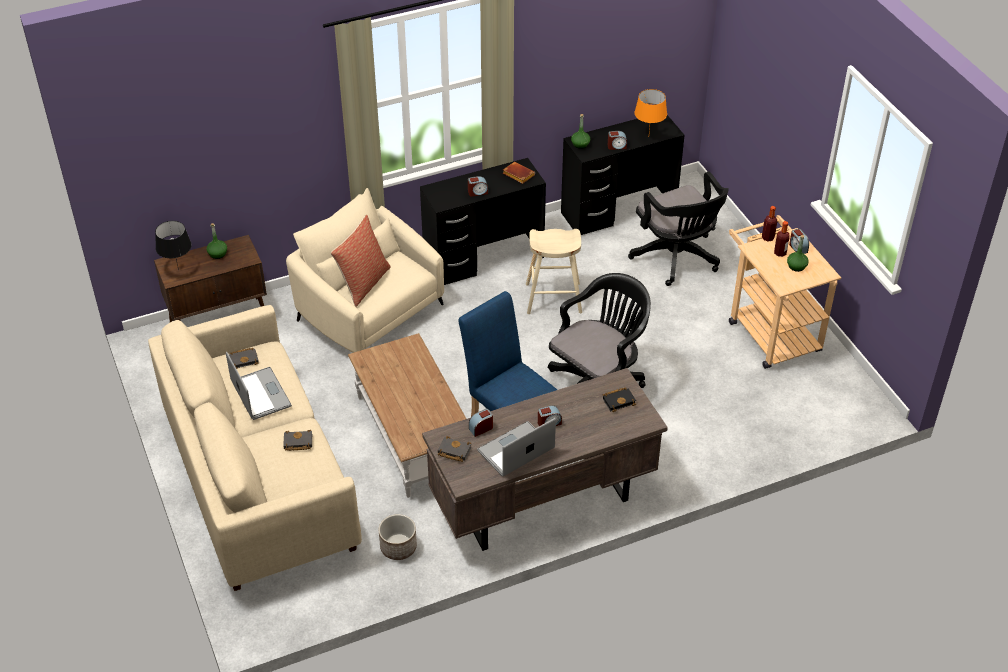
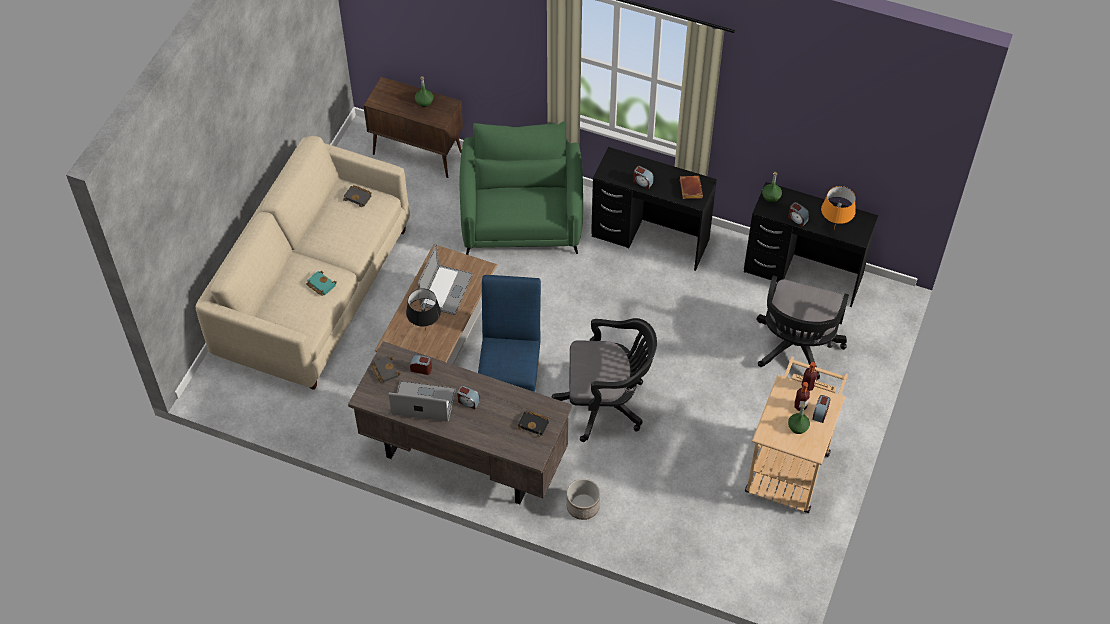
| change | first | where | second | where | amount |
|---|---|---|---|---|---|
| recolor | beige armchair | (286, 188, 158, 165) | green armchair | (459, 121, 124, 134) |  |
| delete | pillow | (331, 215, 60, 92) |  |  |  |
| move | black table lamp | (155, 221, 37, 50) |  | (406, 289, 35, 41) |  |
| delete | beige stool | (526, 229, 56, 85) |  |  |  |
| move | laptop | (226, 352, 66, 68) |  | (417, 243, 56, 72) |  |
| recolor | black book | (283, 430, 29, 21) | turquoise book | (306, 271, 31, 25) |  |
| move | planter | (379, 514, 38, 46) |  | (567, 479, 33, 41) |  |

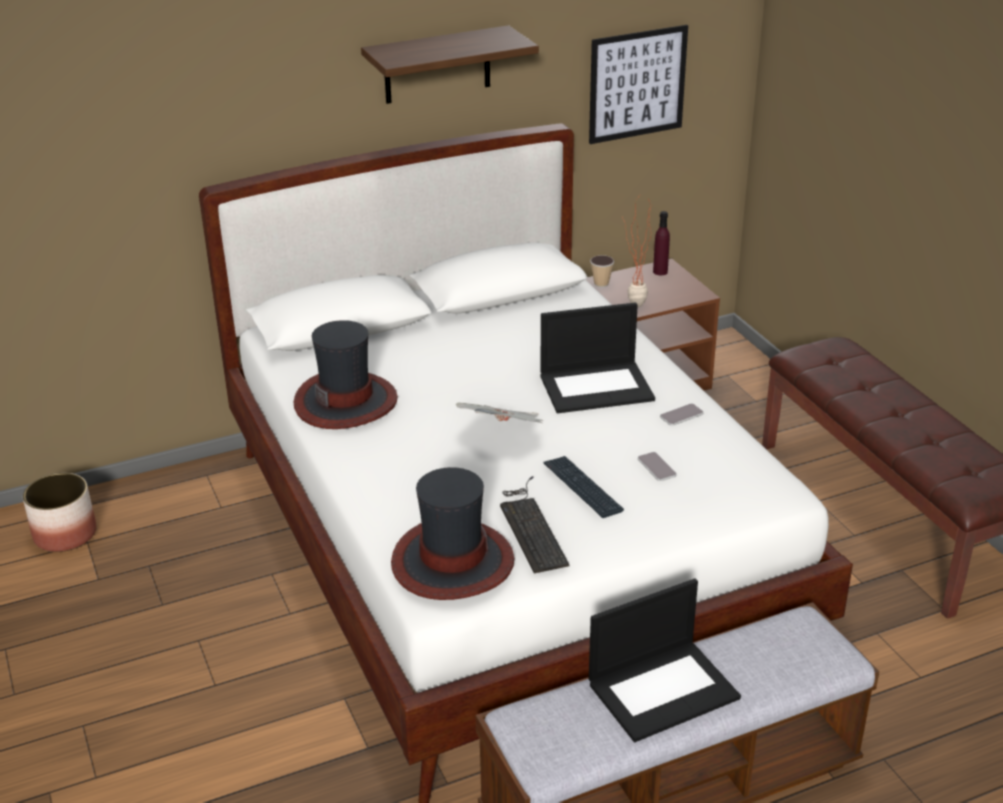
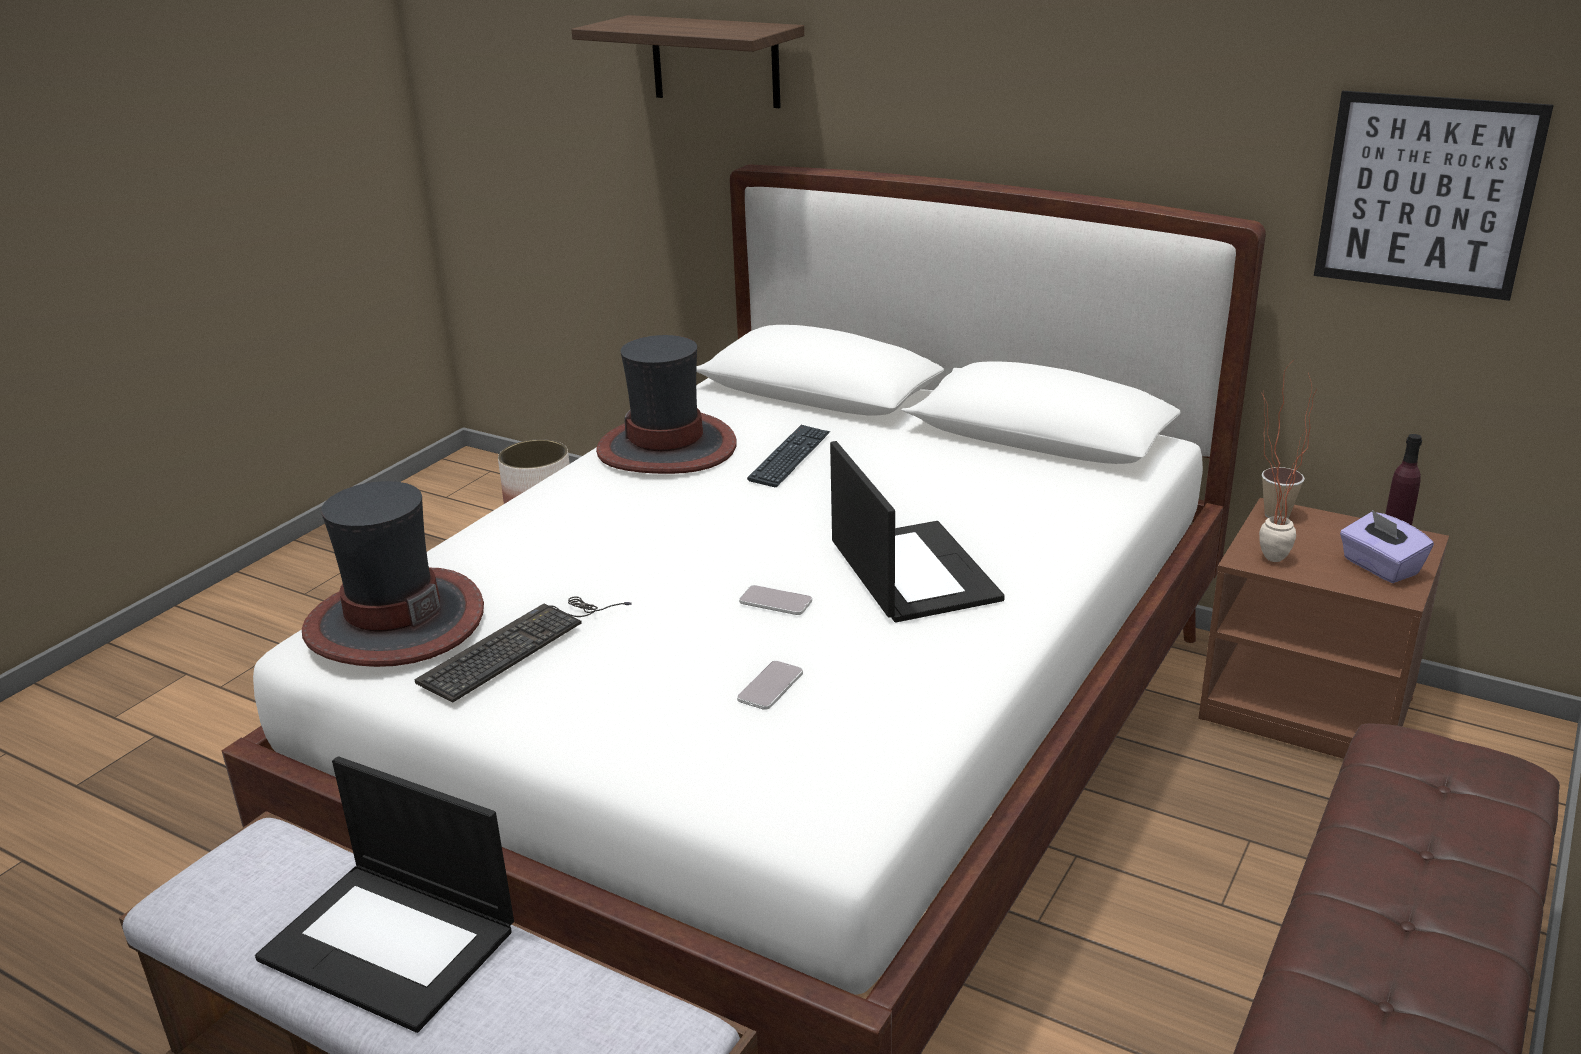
| change | first | where | second | where | amount |
|---|---|---|---|---|---|
| move | shelf | (361, 25, 178, 79) |  | (571, 15, 233, 93) |  |
| rotate | laptop | (540, 302, 115, 111) |  | (830, 441, 175, 181) | 150 degrees counterclockwise |
| delete | newspaper | (456, 403, 87, 20) |  |  |  |
| move | phone | (660, 403, 43, 23) |  | (739, 585, 73, 30) |  |
| move | keyboard | (543, 456, 81, 62) |  | (747, 425, 83, 62) |  |
| insert |  |  | purple tissue box | (1340, 510, 94, 73) |  |

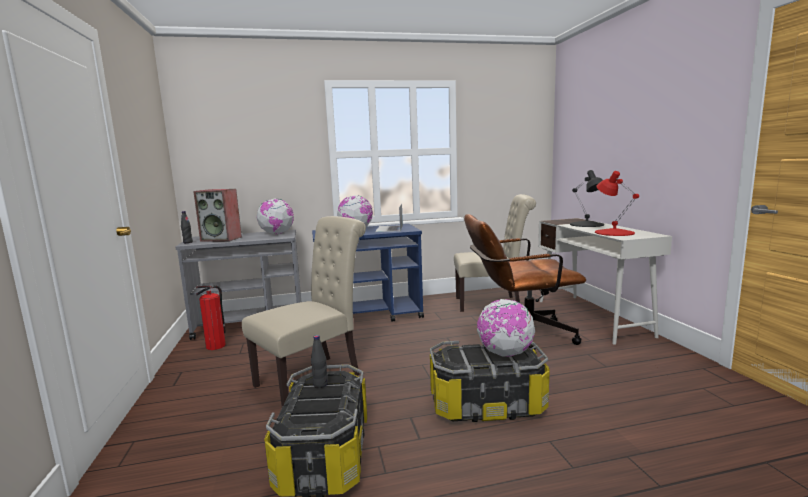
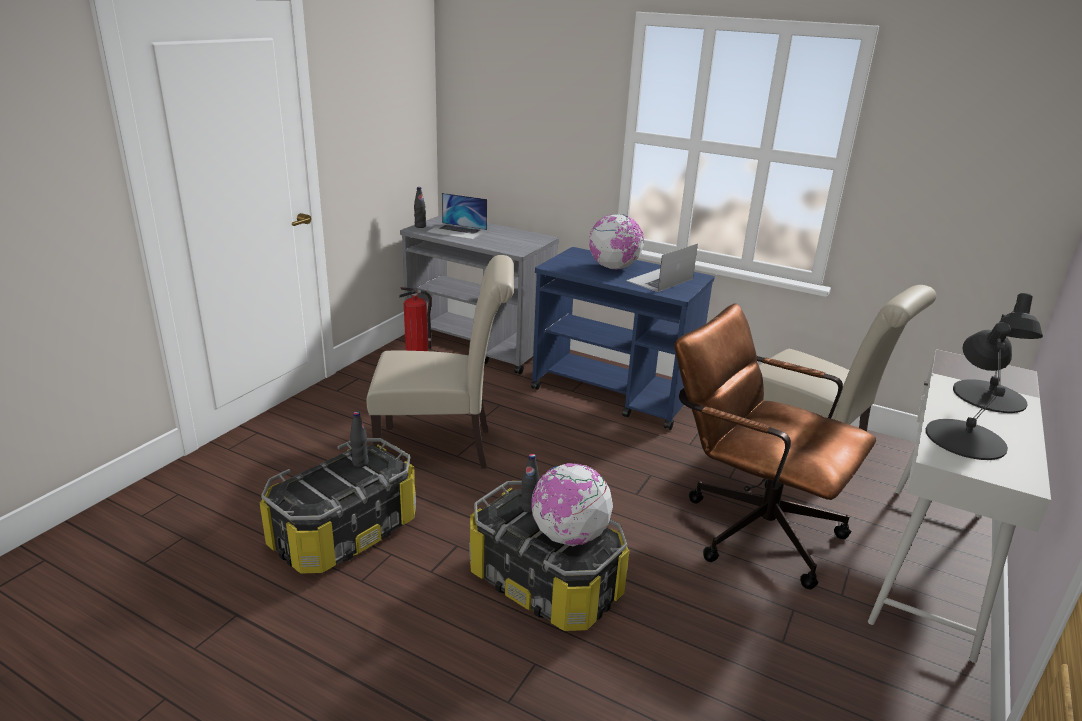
| change | first | where | second | where | amount |
|---|---|---|---|---|---|
| recolor | red table lamp | (595, 171, 44, 65) | black table lamp | (926, 322, 86, 138) |  |
| replace | speaker | (193, 189, 49, 53) | laptop | (427, 193, 60, 47) |  |
| delete | globe | (256, 198, 38, 36) |  |  |  |
| insert |  |  | black bottle | (521, 454, 19, 59) |  |

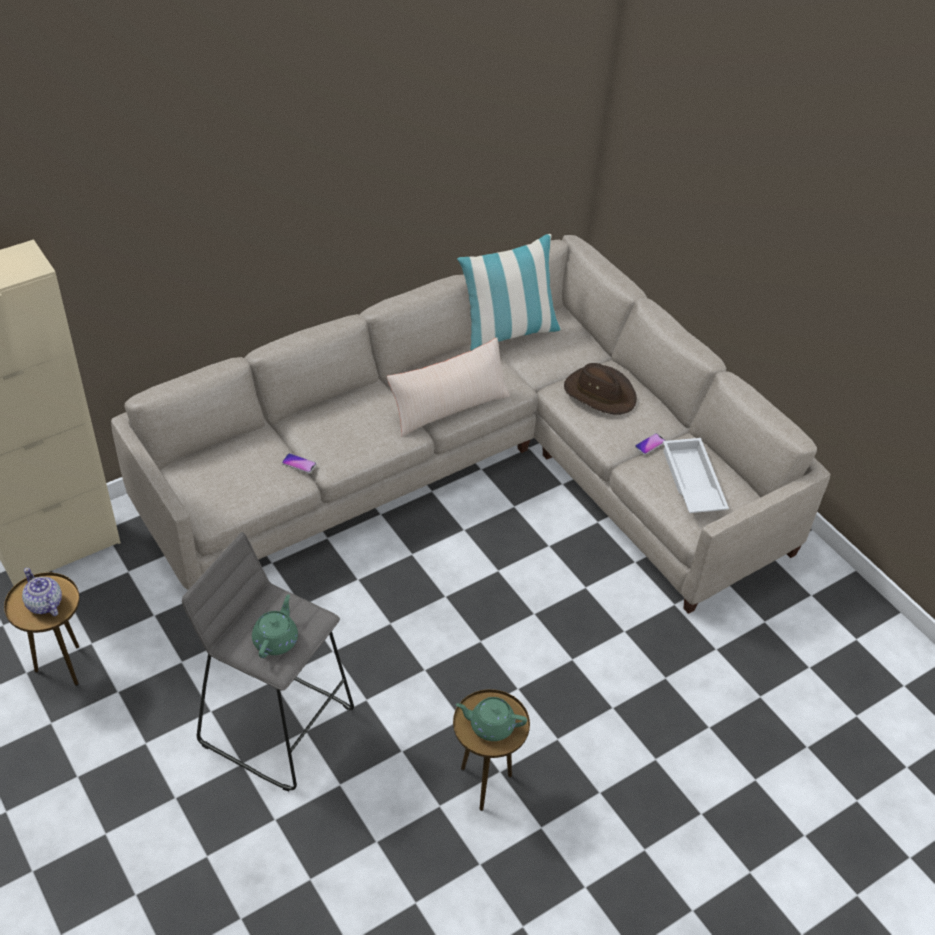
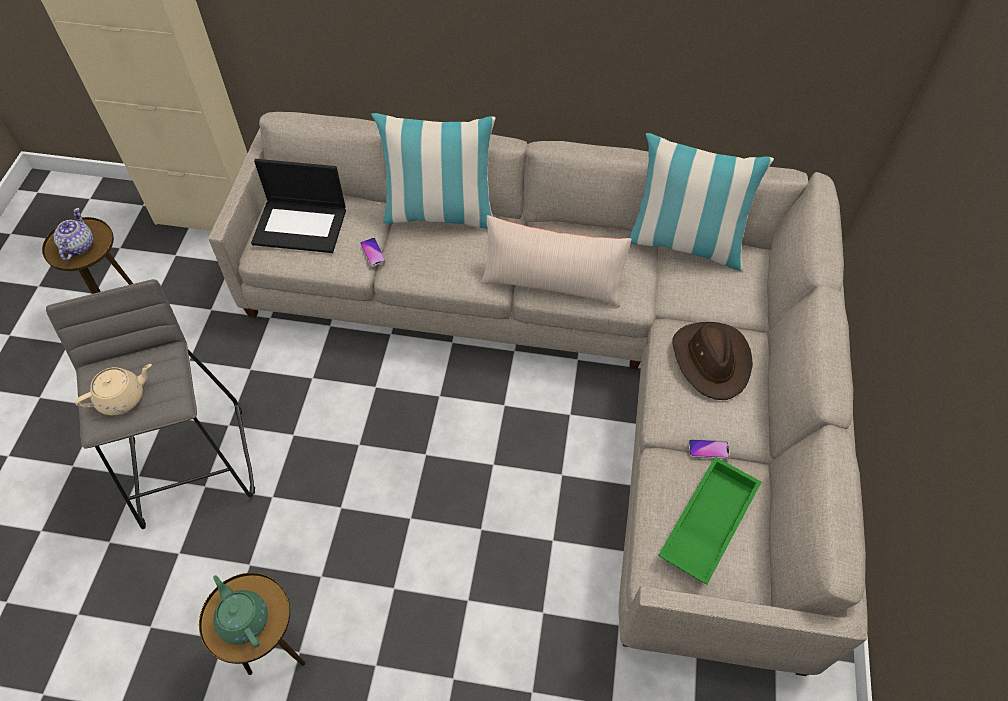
| change | first | where | second | where | amount |
|---|---|---|---|---|---|
| recolor | white tray | (663, 438, 66, 75) | green tray | (658, 457, 103, 128) |  |
| recolor | green teapot | (252, 594, 46, 64) | beige teapot | (75, 364, 77, 52) |  |
| insert |  |  | pillow | (371, 113, 125, 116) |  |
| insert |  |  | laptop | (251, 159, 95, 94) |  |

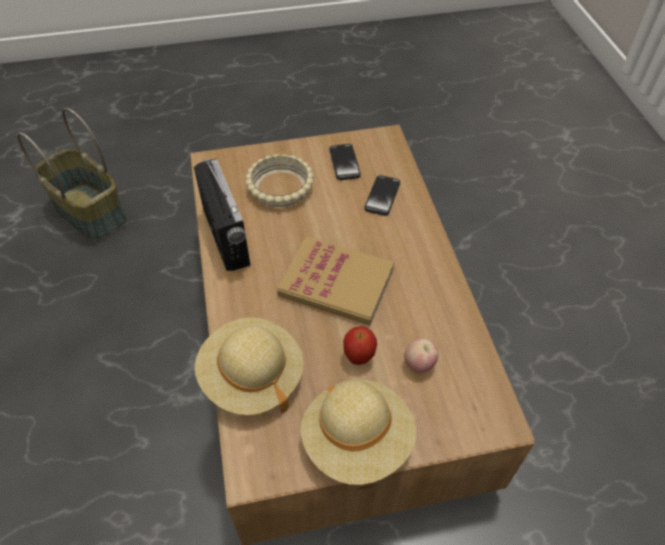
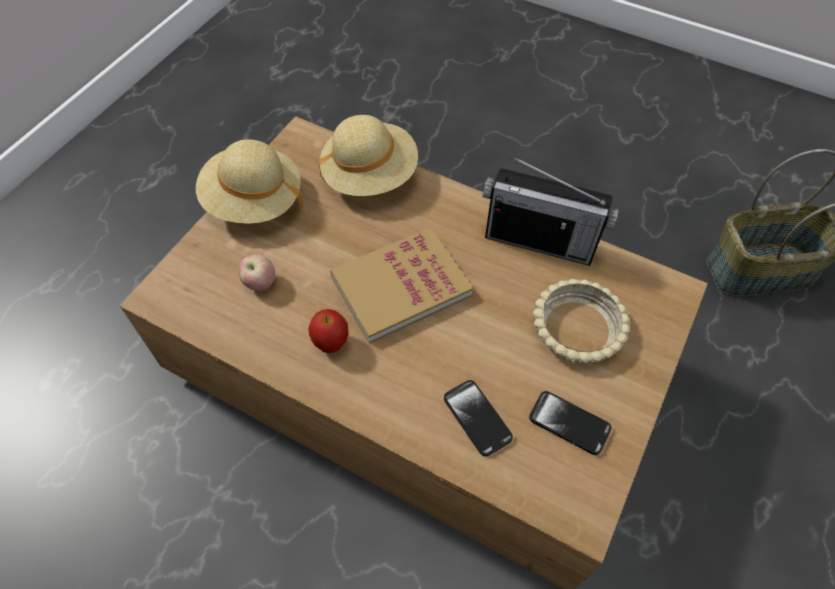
| change | first | where | second | where | amount |
|---|---|---|---|---|---|
| move | apple | (343, 326, 34, 39) |  | (308, 309, 41, 44) |  |

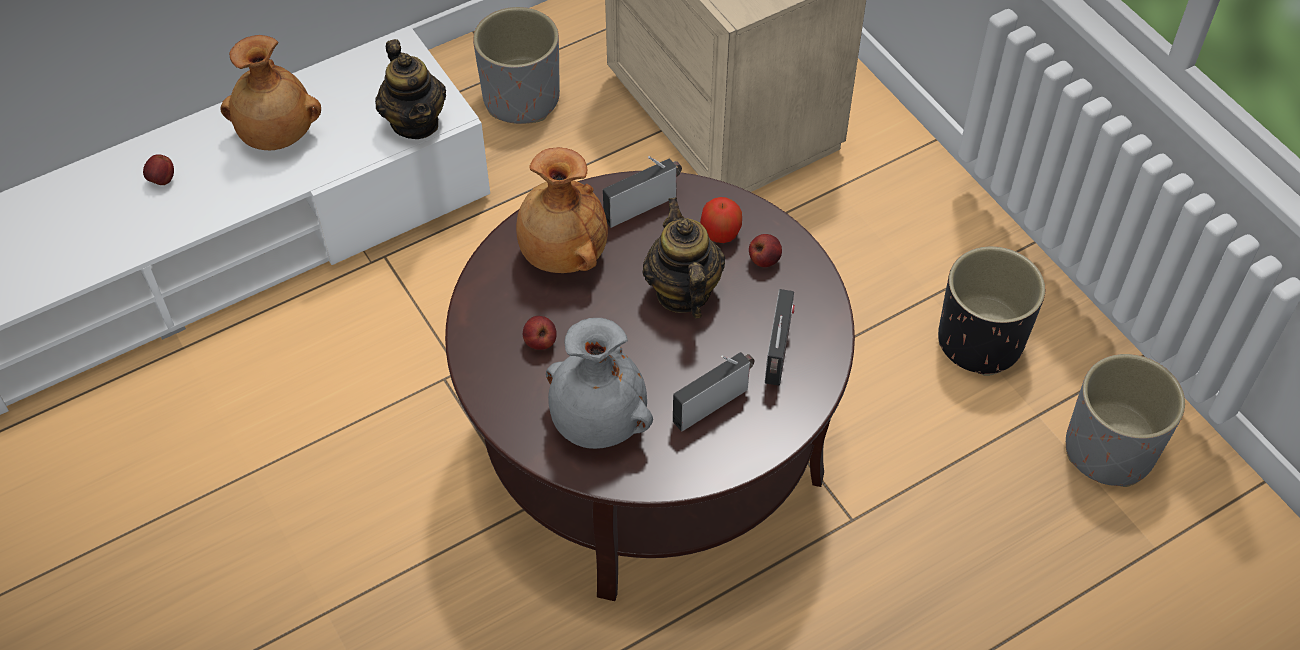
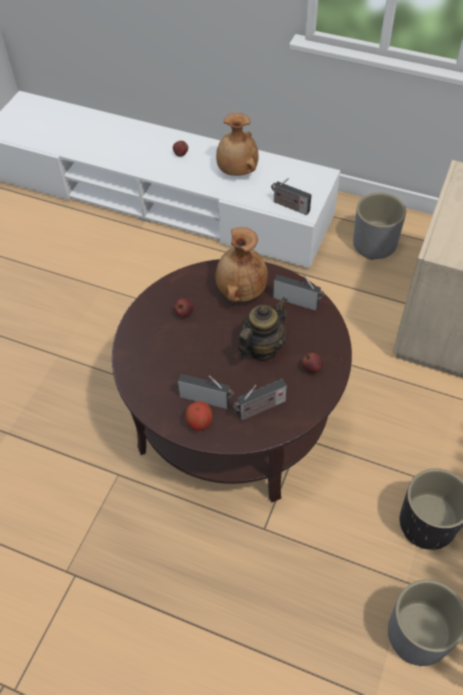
| change | first | where | second | where | amount |
|---|---|---|---|---|---|
| replace | teapot | (375, 39, 71, 100) | radio | (271, 178, 40, 37) |  |
| move | apple | (700, 197, 42, 46) |  | (185, 401, 28, 30) |  |
| delete | grey vase | (546, 318, 107, 131) |  |  |  |

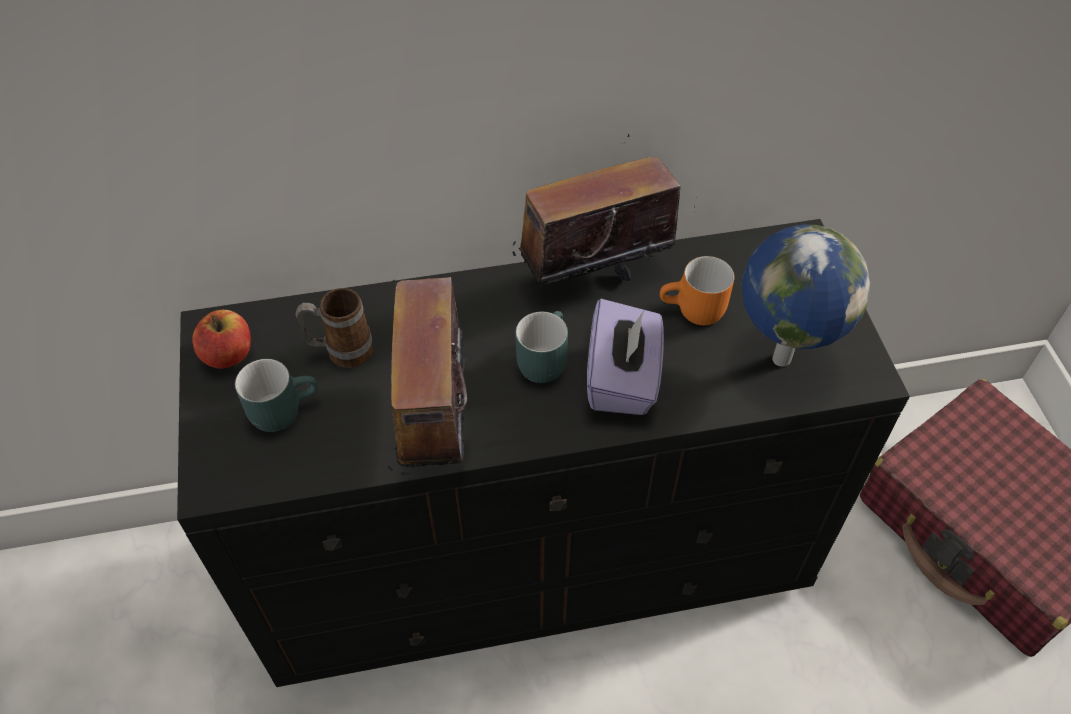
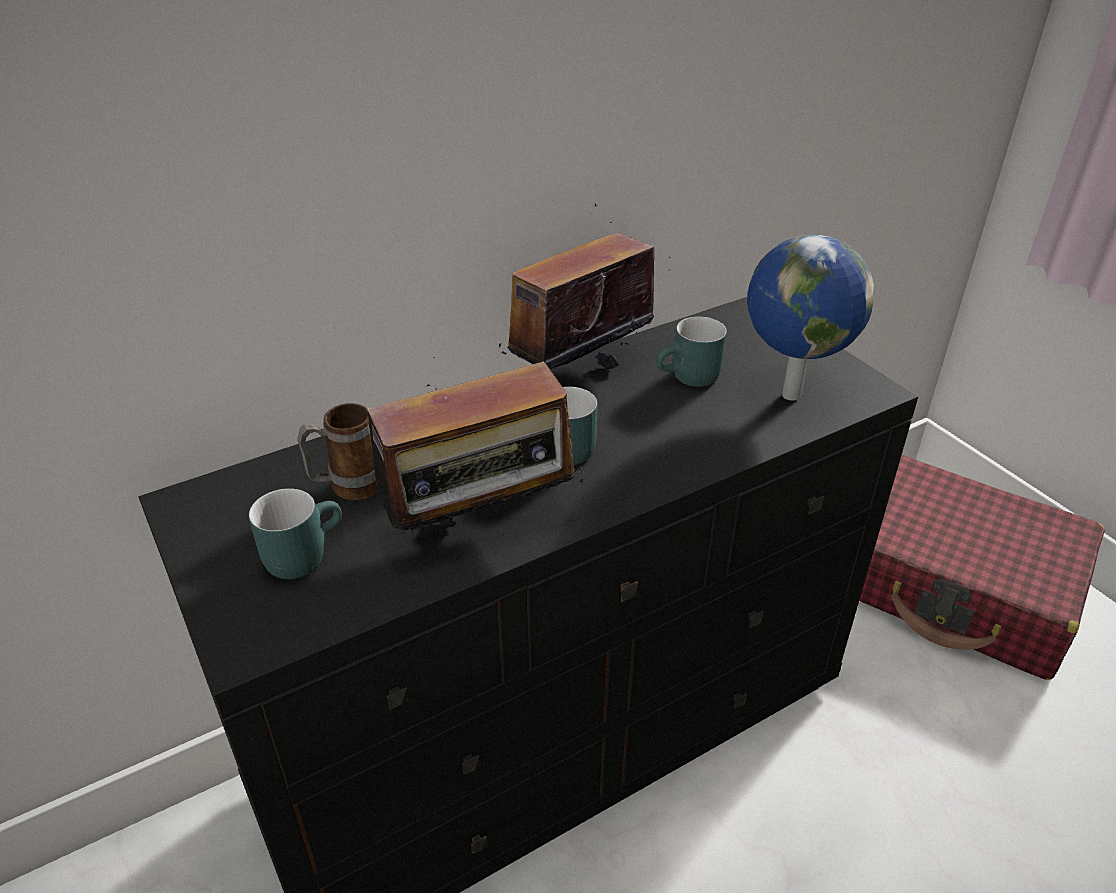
| change | first | where | second | where | amount |
|---|---|---|---|---|---|
| recolor | orange mug | (660, 256, 74, 69) | turquoise mug | (657, 316, 70, 71) |  |
| rotate | radio | (362, 270, 125, 206) |  | (347, 357, 238, 182) | 90 degrees counterclockwise |
| delete | purple tissue box | (587, 299, 77, 116) |  |  |  |
| delete | apple | (192, 310, 59, 59) |  |  |  |

